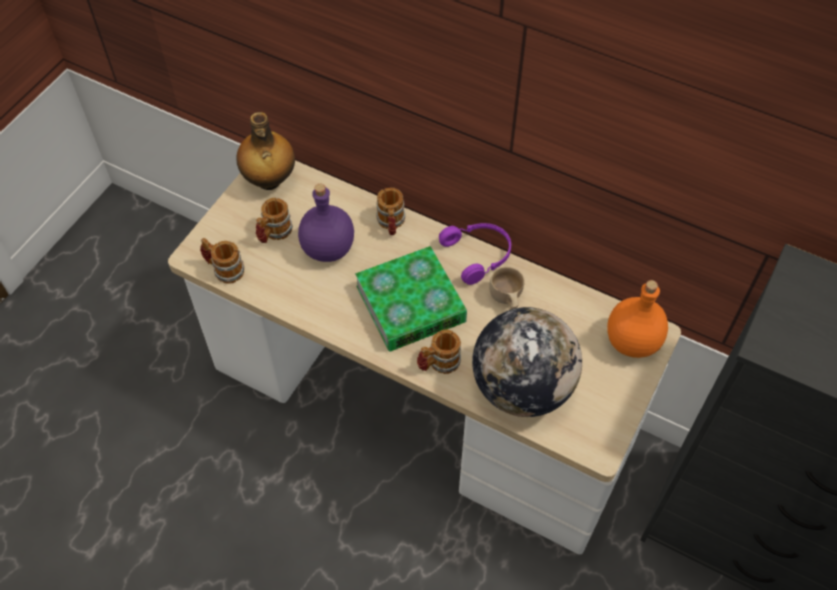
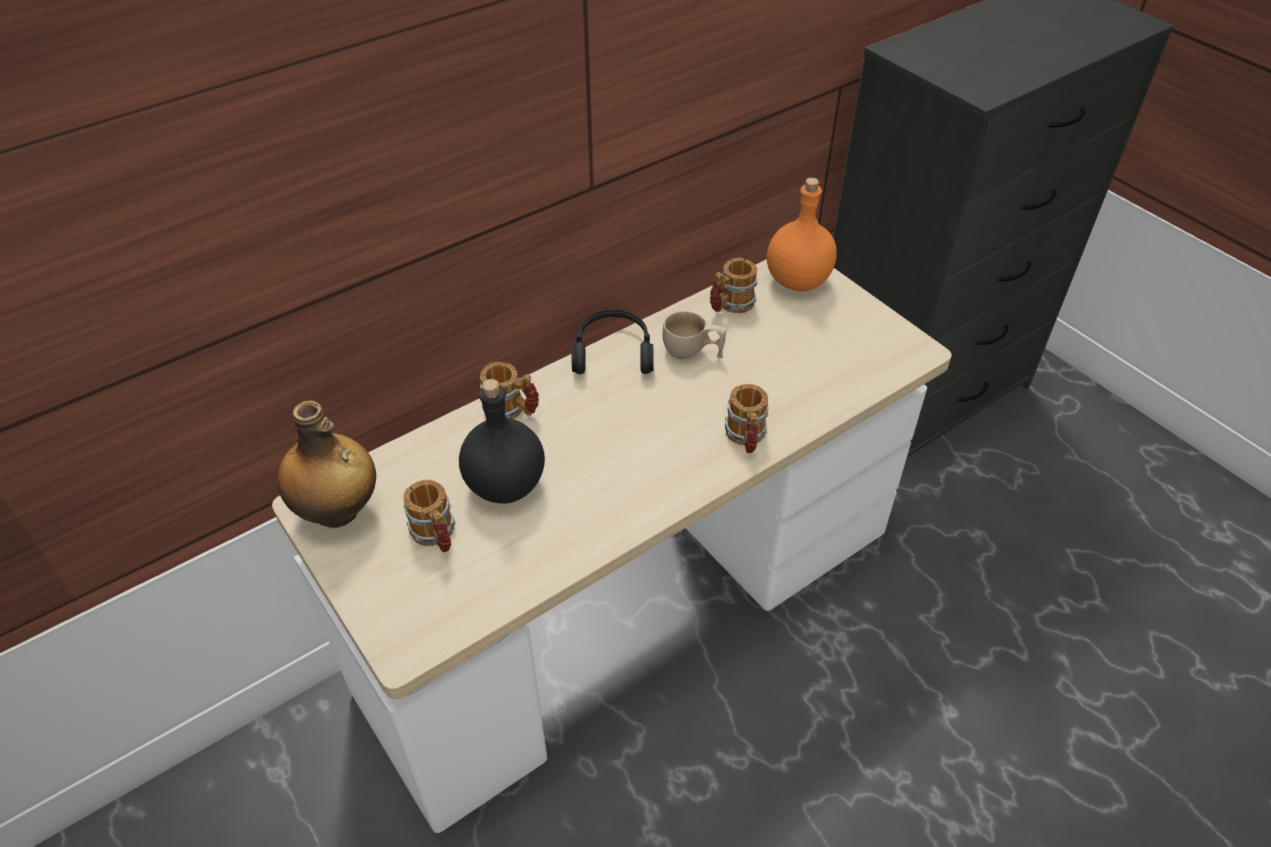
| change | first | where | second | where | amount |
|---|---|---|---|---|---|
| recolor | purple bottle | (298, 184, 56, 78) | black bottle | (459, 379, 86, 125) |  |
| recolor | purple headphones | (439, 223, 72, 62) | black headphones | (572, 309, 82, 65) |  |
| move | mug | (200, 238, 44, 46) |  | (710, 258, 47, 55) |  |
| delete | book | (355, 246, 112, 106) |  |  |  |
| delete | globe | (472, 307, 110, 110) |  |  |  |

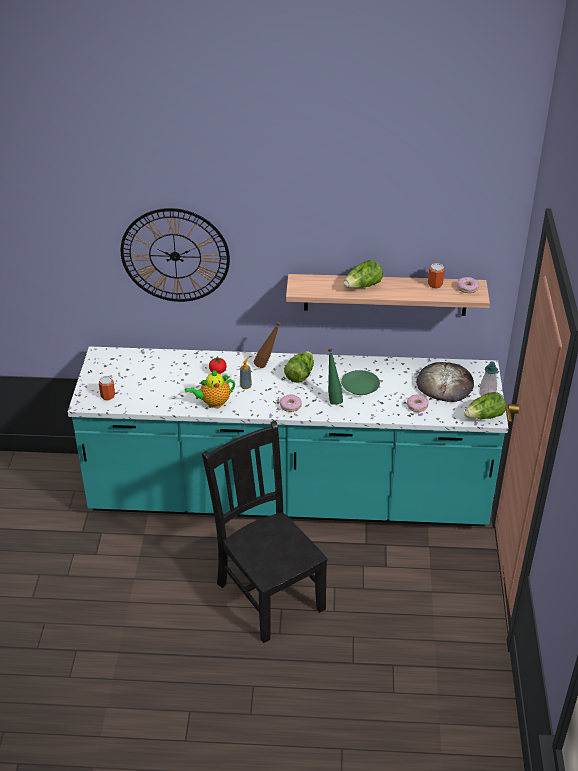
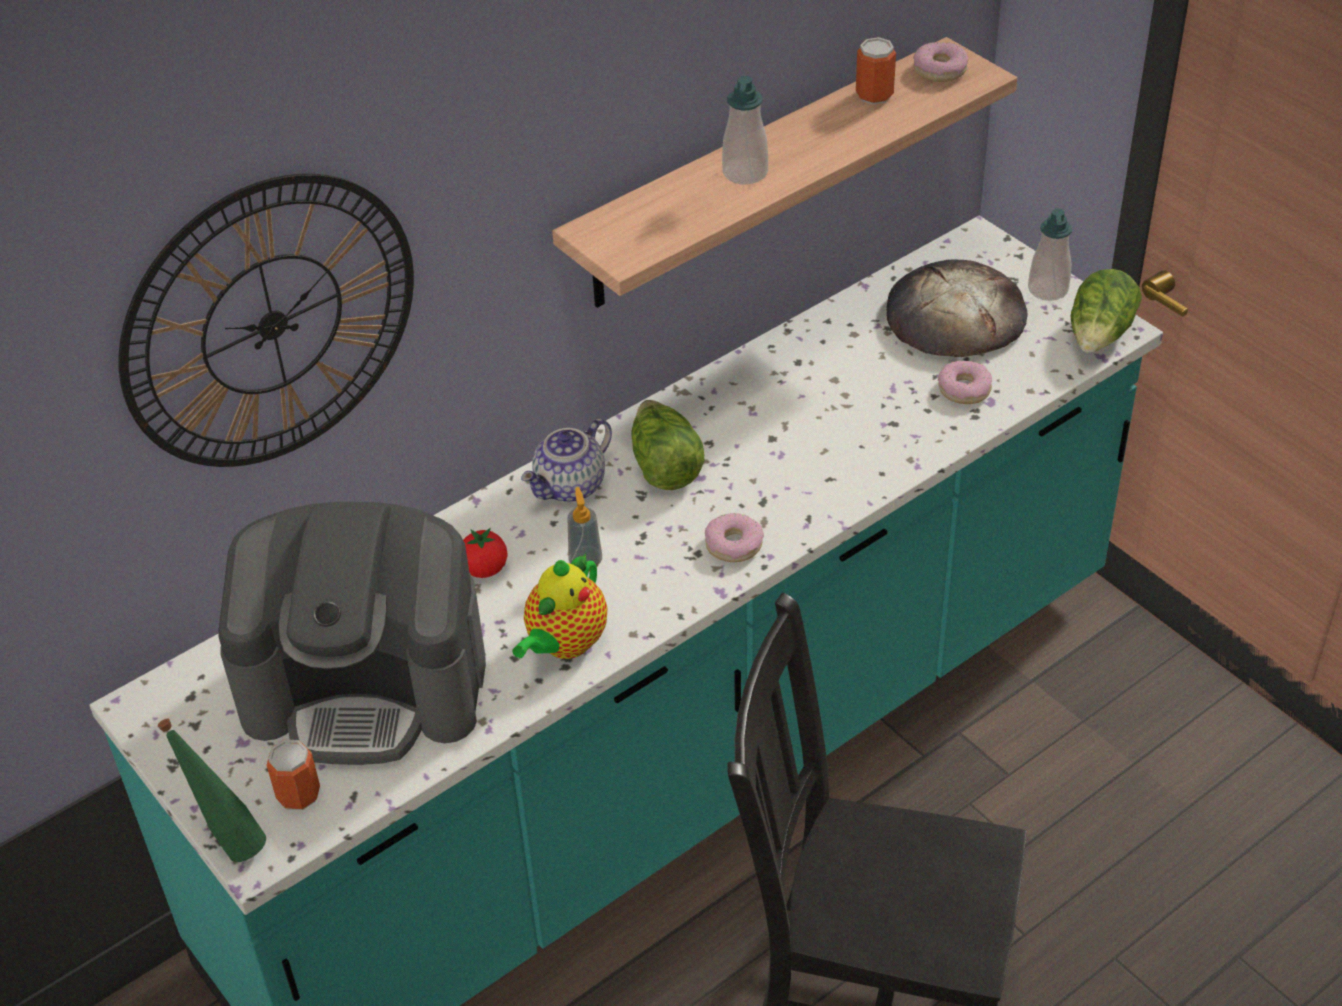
| change | first | where | second | where | amount |
|---|---|---|---|---|---|
| replace | lettuce | (343, 260, 40, 28) | soap dispenser | (722, 76, 46, 108) |  |
| replace | brown bottle | (254, 322, 27, 46) | teapot | (521, 418, 91, 85) |  |
| move | green bottle | (328, 349, 15, 56) |  | (158, 719, 108, 143) |  |
| delete | green plate | (341, 370, 39, 25) |  |  |  |
| insert |  |  | coffee machine | (218, 502, 268, 263) |  |

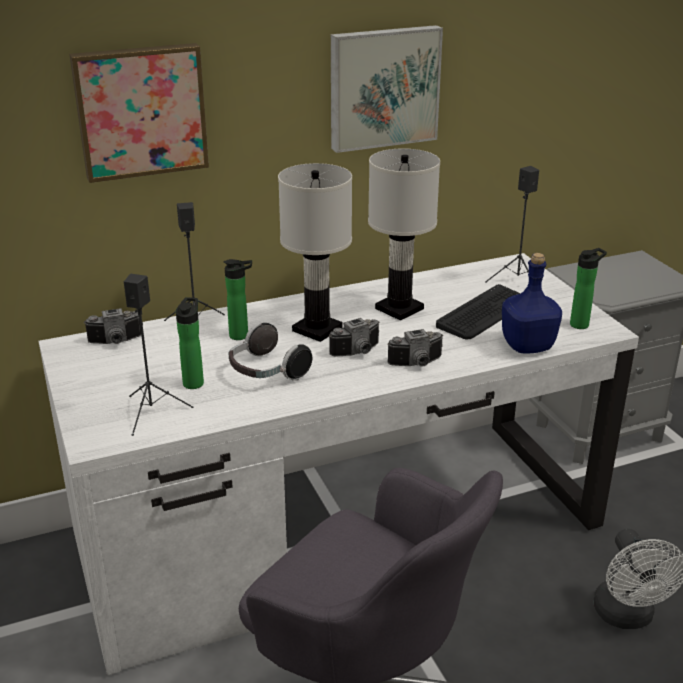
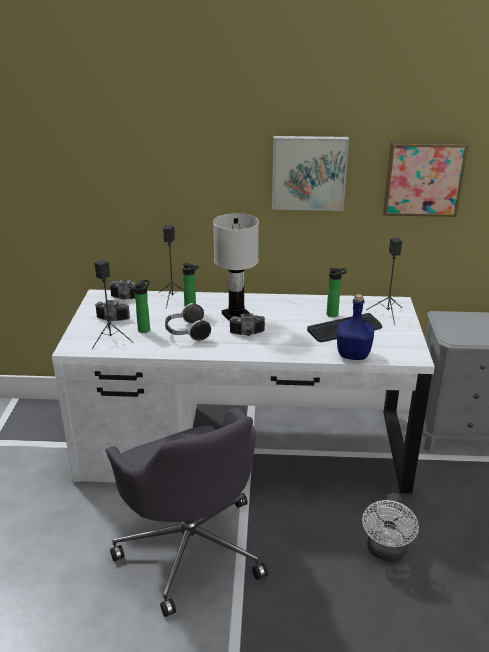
| change | first | where | second | where | amount |
|---|---|---|---|---|---|
| move | picture | (69, 43, 140, 140) |  | (383, 141, 85, 76) |  |
| delete | white table lamp | (368, 148, 72, 173) |  |  |  |
| move | bottle | (570, 248, 37, 81) |  | (327, 268, 20, 49) |  |
| move | photo camera | (387, 329, 56, 38) |  | (95, 300, 35, 21) |  |

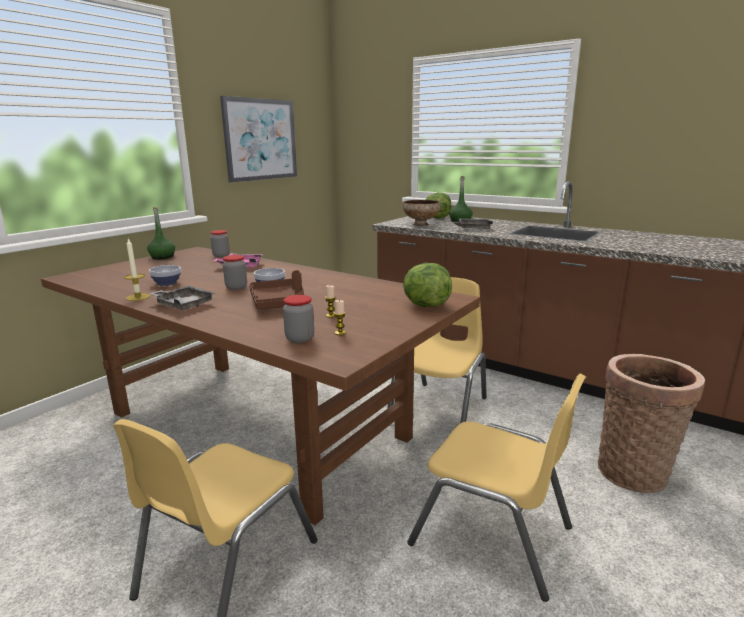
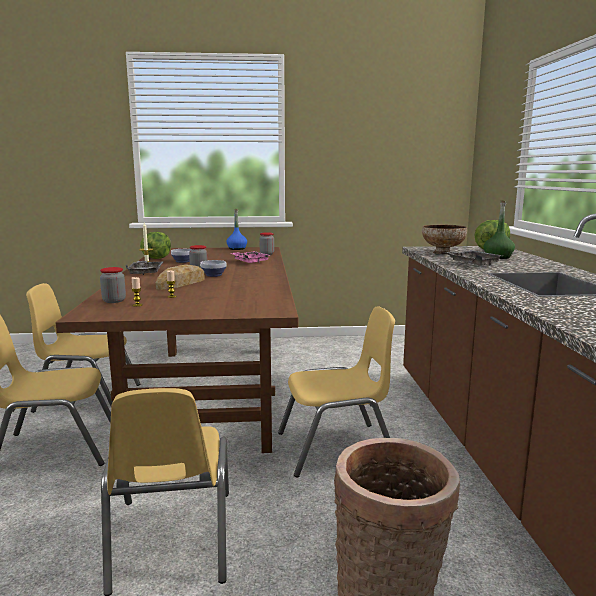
| change | first | where | second | where | amount |
|---|---|---|---|---|---|
| delete | picture | (220, 96, 77, 87) |  |  |  |
| recolor | green bottle | (147, 206, 28, 53) | blue bottle | (226, 209, 21, 41) |  |
| move | lettuce | (403, 263, 49, 44) |  | (140, 232, 31, 27) |  |
| replace | brown tray | (249, 270, 55, 39) | bread | (156, 264, 49, 26) |  |
| insert |  |  | yellow chair | (26, 283, 114, 130) |  |

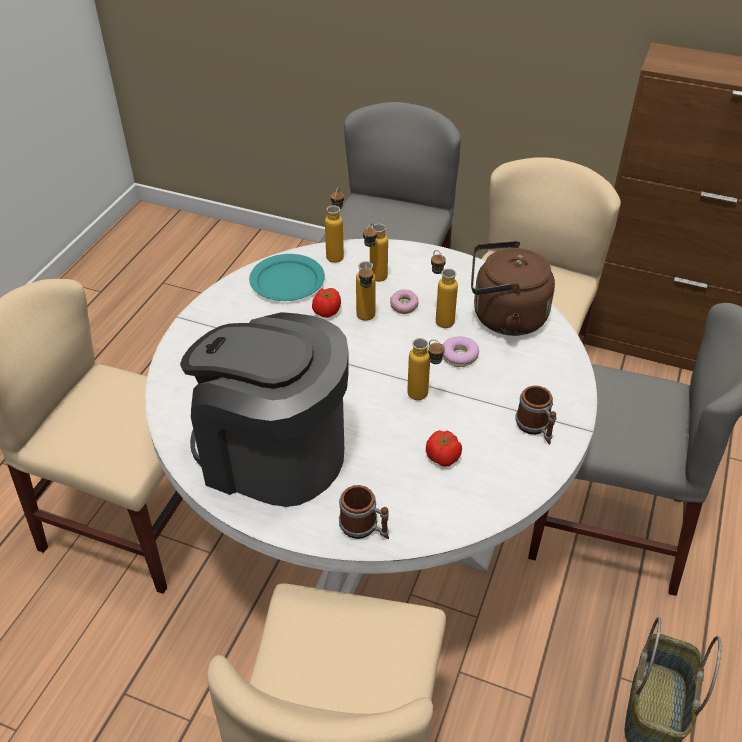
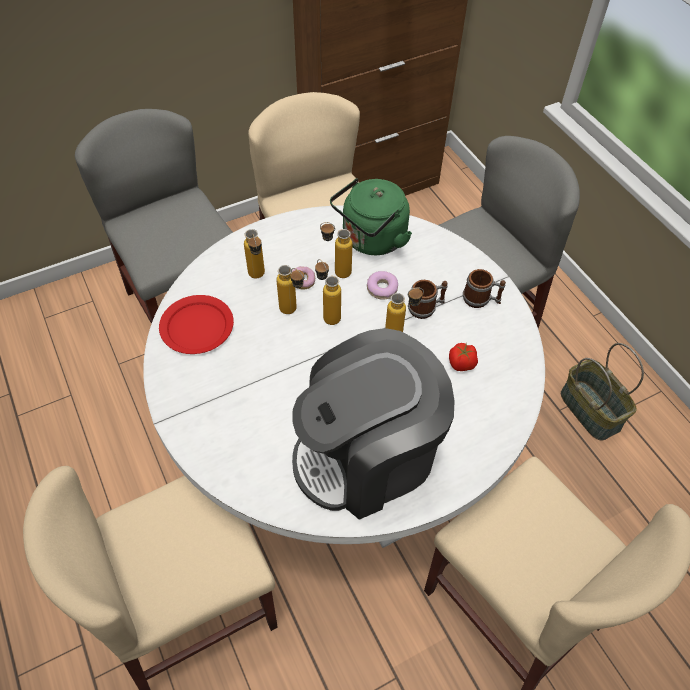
| change | first | where | second | where | amount |
|---|---|---|---|---|---|
| move | bottle | (325, 187, 19, 76) |  | (315, 259, 26, 66) |  |
| recolor | brown kettle | (471, 241, 84, 95) | green kettle | (330, 178, 82, 77) |  |
| recolor | turquoise plate | (249, 254, 76, 47) | red plate | (159, 295, 75, 59) |  |
| delete | tomato | (312, 288, 29, 30) |  |  |  |
| move | mug | (339, 485, 50, 54) |  | (408, 280, 39, 39) |  |

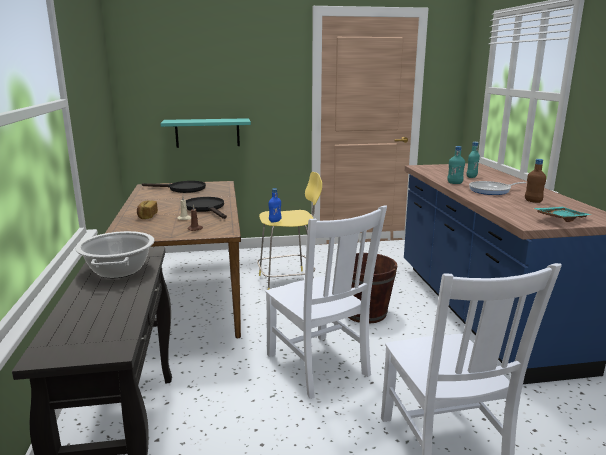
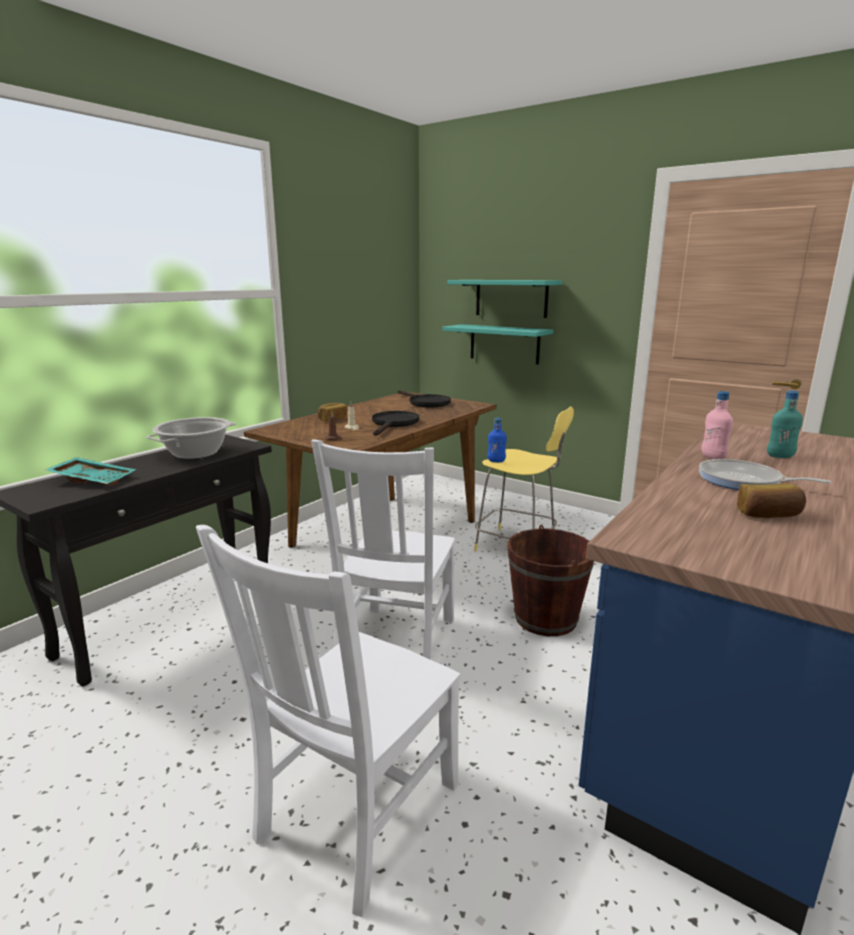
| change | first | where | second | where | amount |
|---|---|---|---|---|---|
| recolor | turquoise bottle | (447, 146, 18, 38) | pink bottle | (701, 391, 32, 68) |  |
| replace | brown bottle | (525, 159, 21, 44) | bread | (737, 483, 69, 35) |  |
| move | turquoise tray | (534, 207, 57, 15) |  | (45, 457, 91, 29) |  |
| insert |  |  | turquoise shelf | (447, 280, 115, 38) |  |

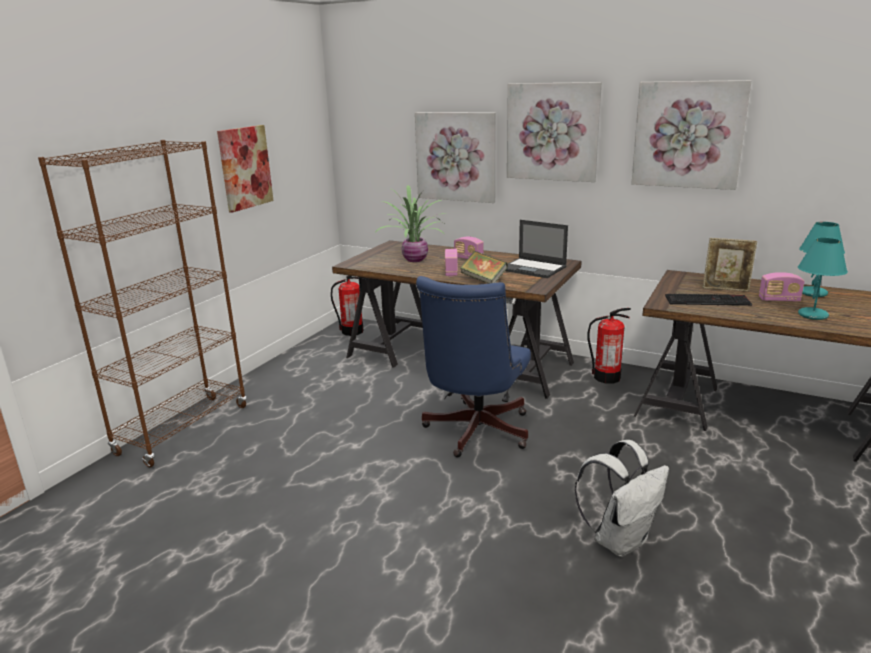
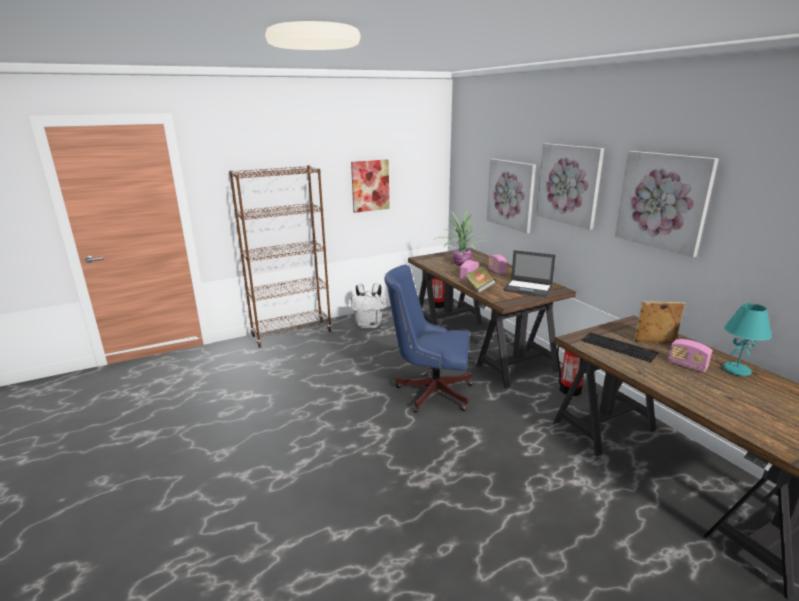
| change | first | where | second | where | amount |
|---|---|---|---|---|---|
| rotate | laptop | (506, 220, 62, 58) |  | (504, 250, 52, 47) | 45 degrees counterclockwise |
| rotate | picture frame | (703, 238, 54, 54) |  | (634, 301, 51, 43) | 135 degrees clockwise |
| delete | turquoise table lamp | (798, 238, 50, 82) |  |  |  |
| rotate | blue office chair | (416, 276, 115, 181) |  | (385, 265, 88, 148) | 45 degrees clockwise |
| move | white backpack | (574, 440, 95, 117) |  | (351, 284, 35, 45) |  |

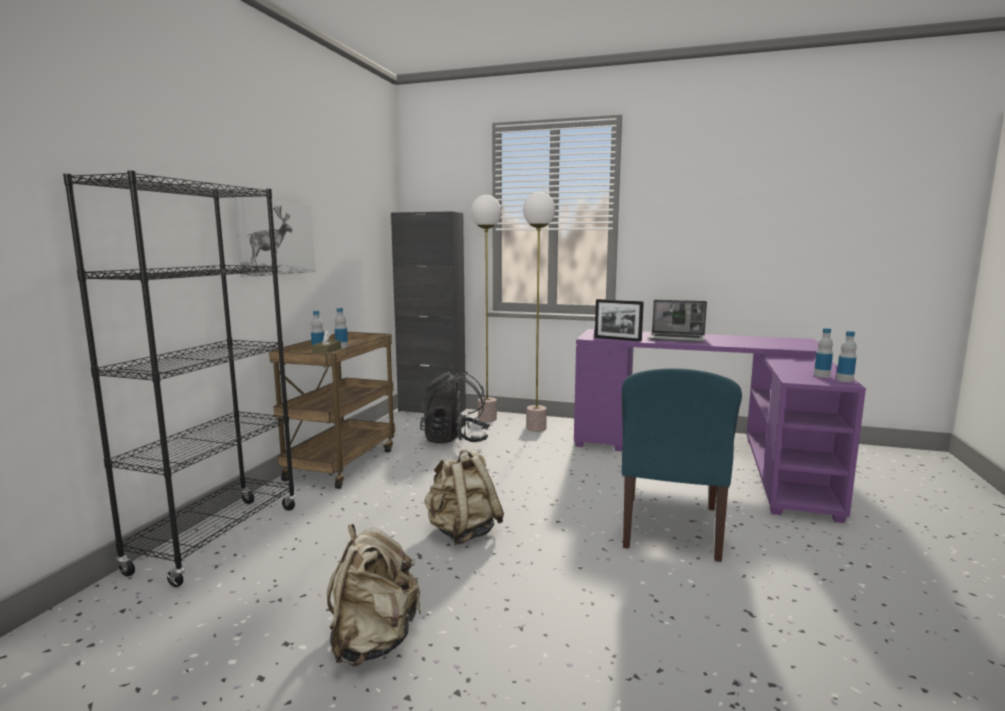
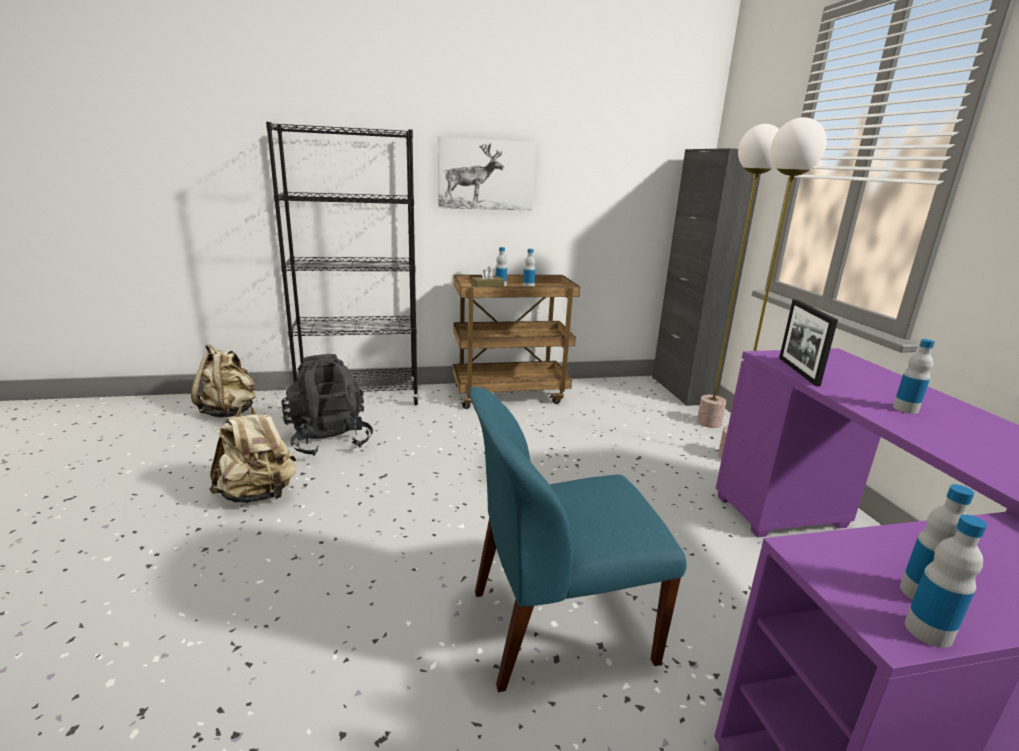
| change | first | where | second | where | amount |
|---|---|---|---|---|---|
| replace | laptop | (649, 300, 58, 43) | bottle | (893, 339, 42, 75) |  |
| move | black backpack | (420, 372, 70, 72) |  | (281, 354, 92, 102) |  |
| move | beige backpack | (424, 450, 80, 95) |  | (191, 344, 64, 74) |  |

